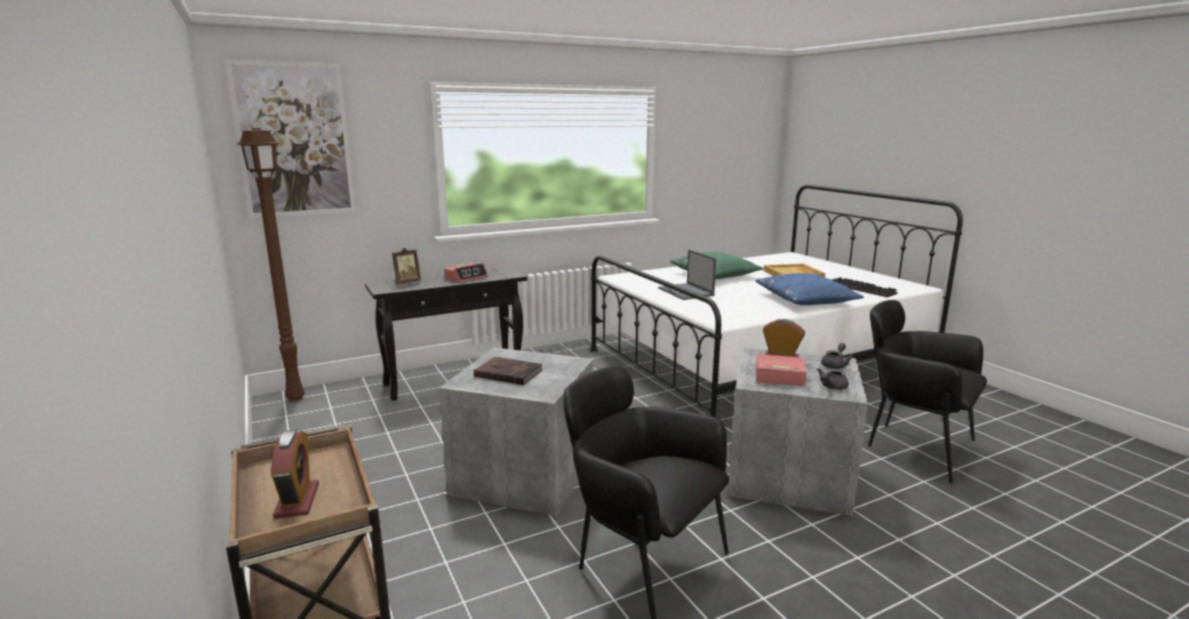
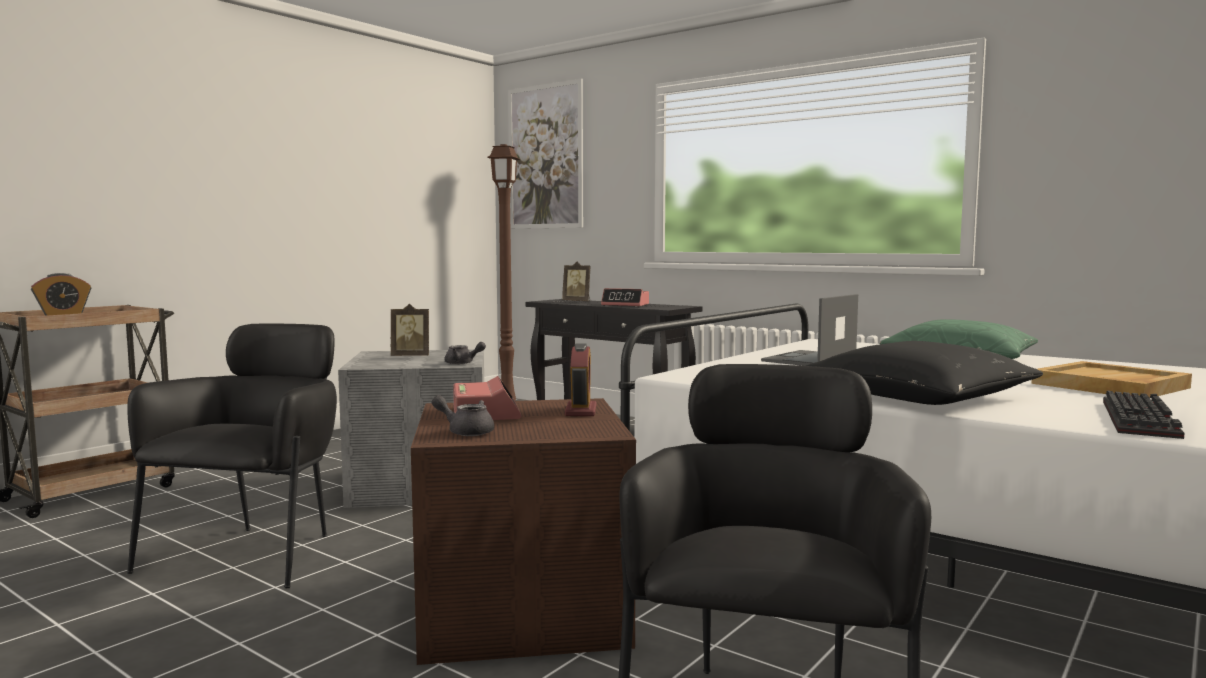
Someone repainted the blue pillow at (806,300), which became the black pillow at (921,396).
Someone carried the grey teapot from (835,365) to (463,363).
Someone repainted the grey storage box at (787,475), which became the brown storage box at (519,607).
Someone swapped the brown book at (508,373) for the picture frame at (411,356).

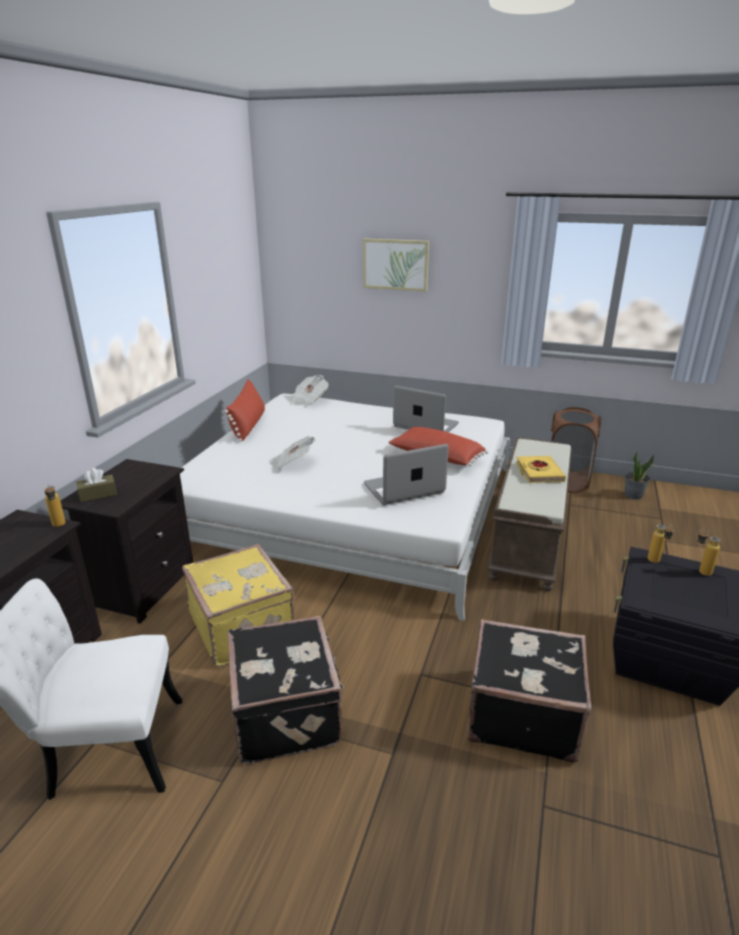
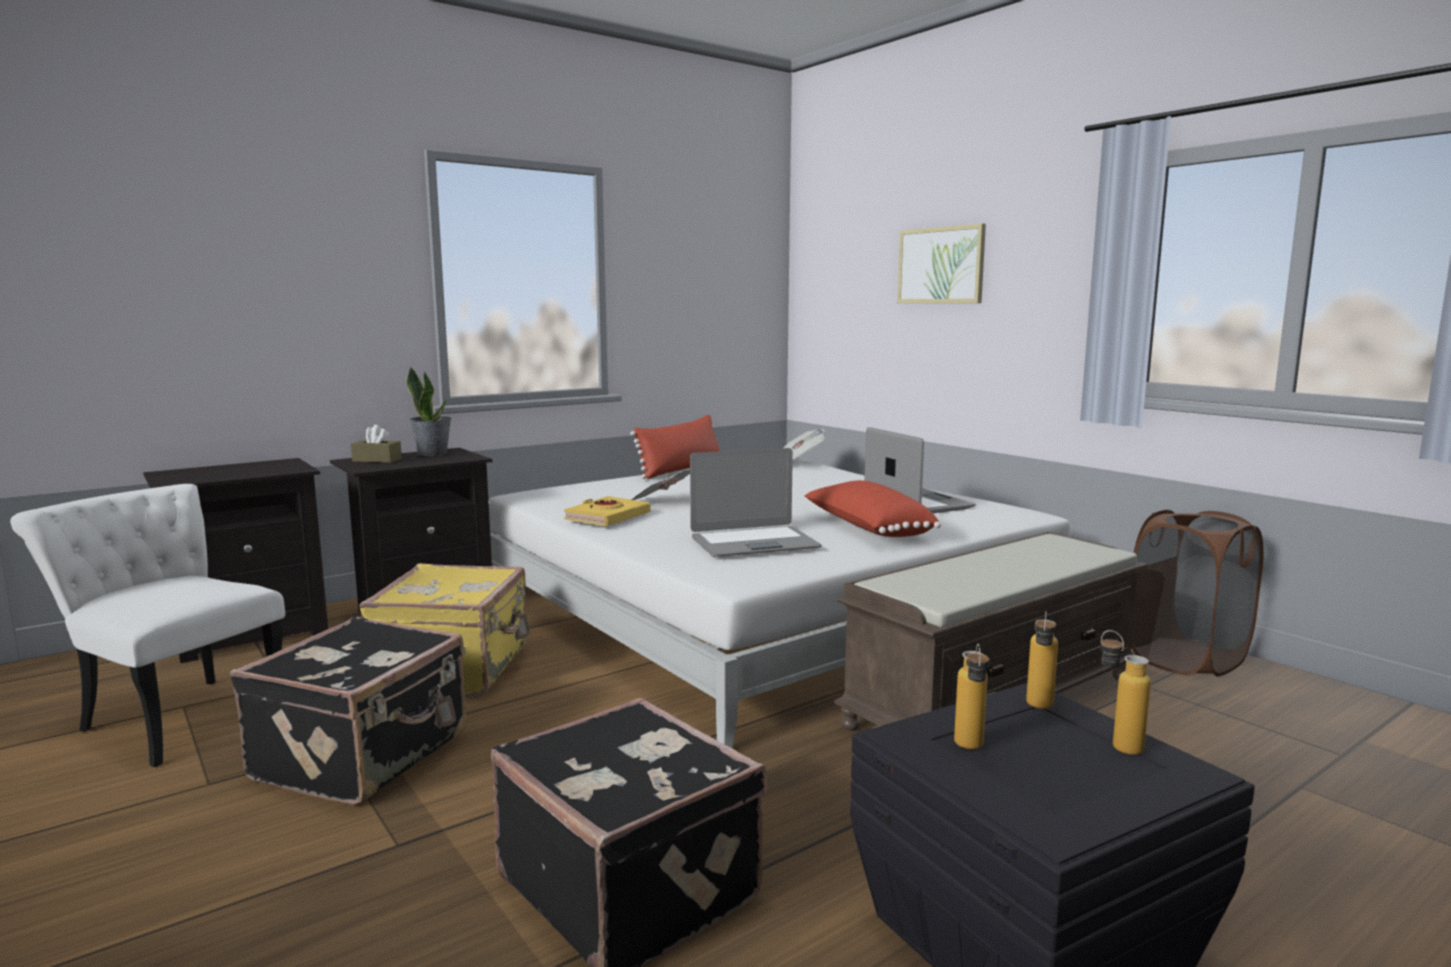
Someone rotated the laptop at (404,489) by 150 degrees clockwise.
Someone carried the potted plant from (633,495) to (433,453).
Someone carried the yellow book from (539,473) to (607,517).
Someone carried the bottle from (59,526) to (970,749).

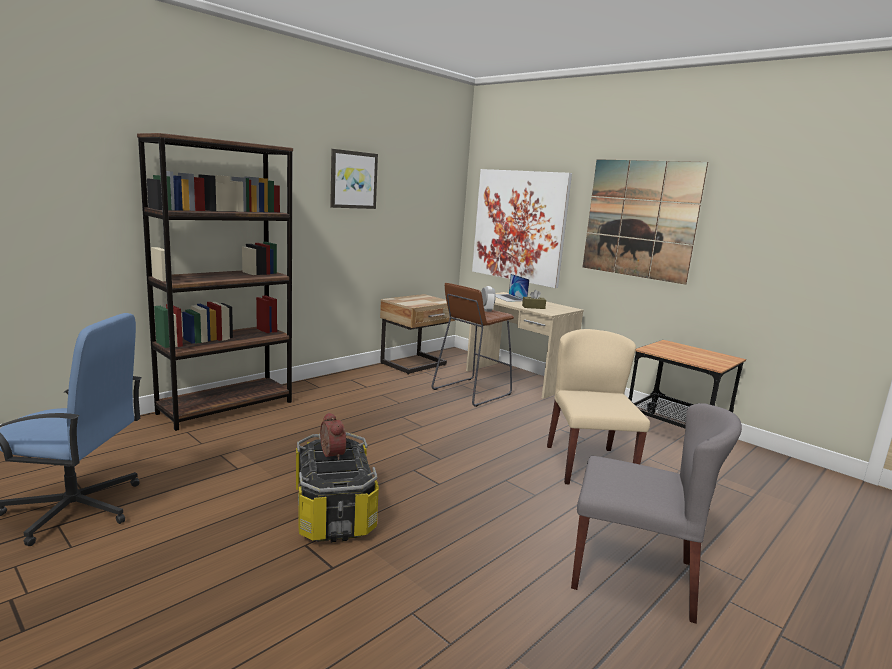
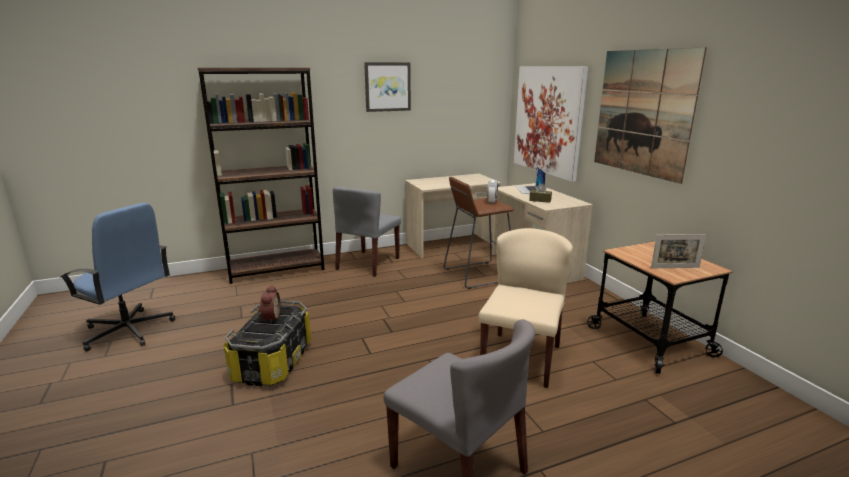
Someone swapped the beige nightstand at (415,365) for the beige desk at (451,245).
Someone put down the grey chair at (368,264).
Someone put down the picture frame at (675,268).

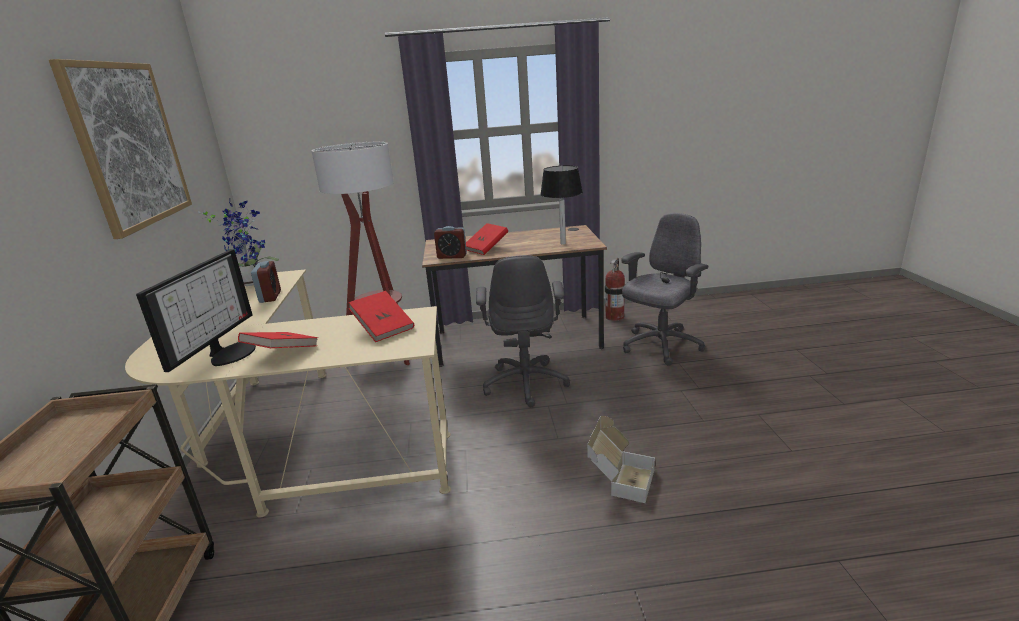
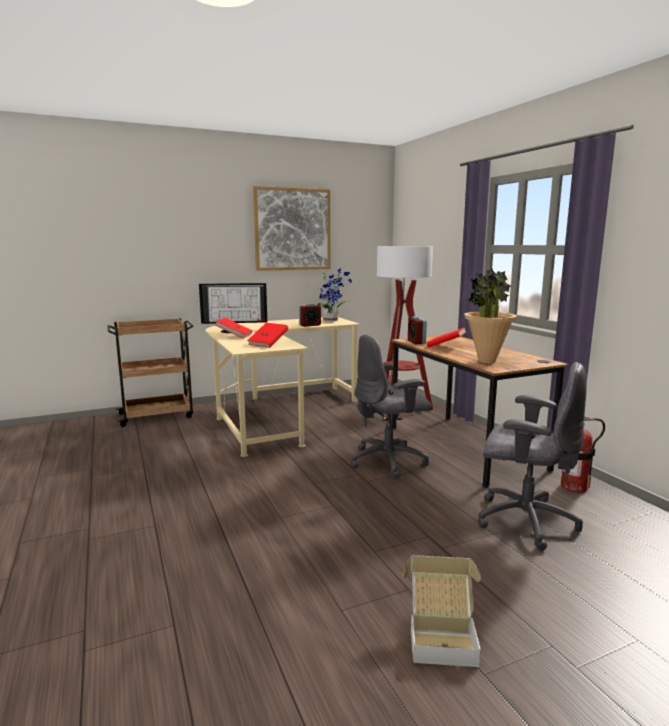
Someone swapped the black table lamp at (563,243) for the potted plant at (486,361).
Someone carried the cardboard box from (619,479) to (441,635).

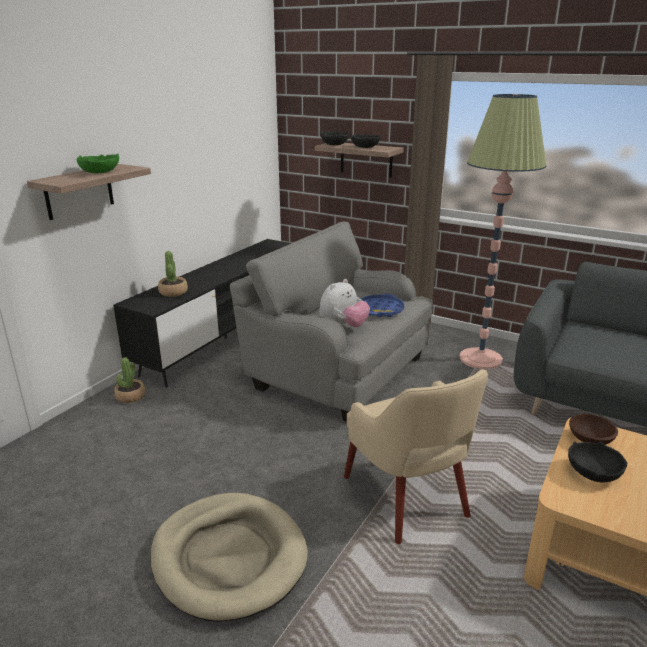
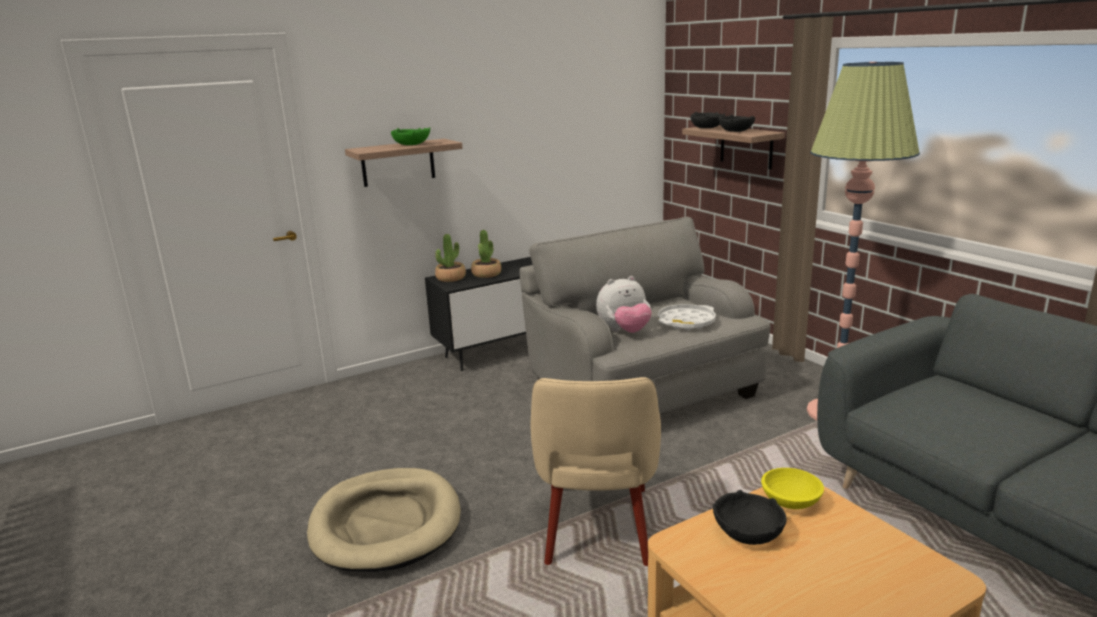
Someone repainted the blue tray at (380,310), which became the white tray at (686,322).
Someone carried the potted plant from (130,396) to (451,278).
Someone repainted the brown bowl at (589,439), which became the yellow bowl at (789,501).

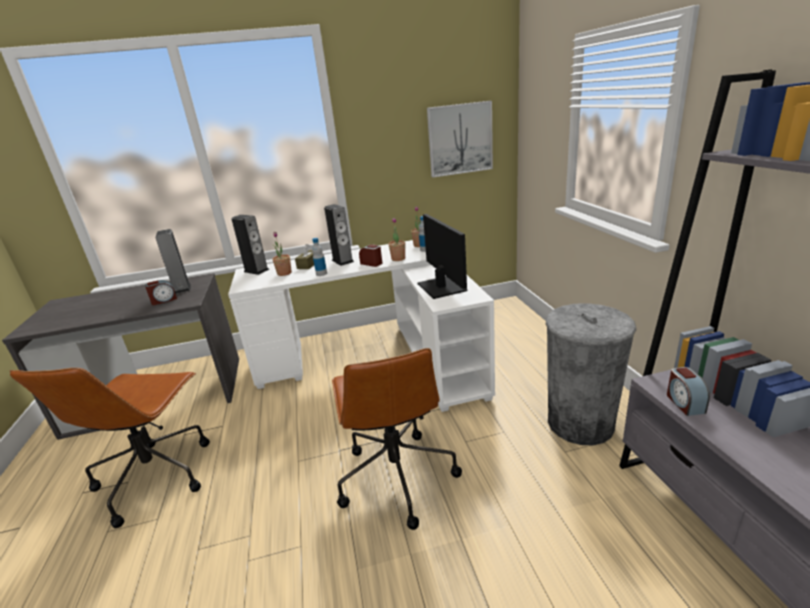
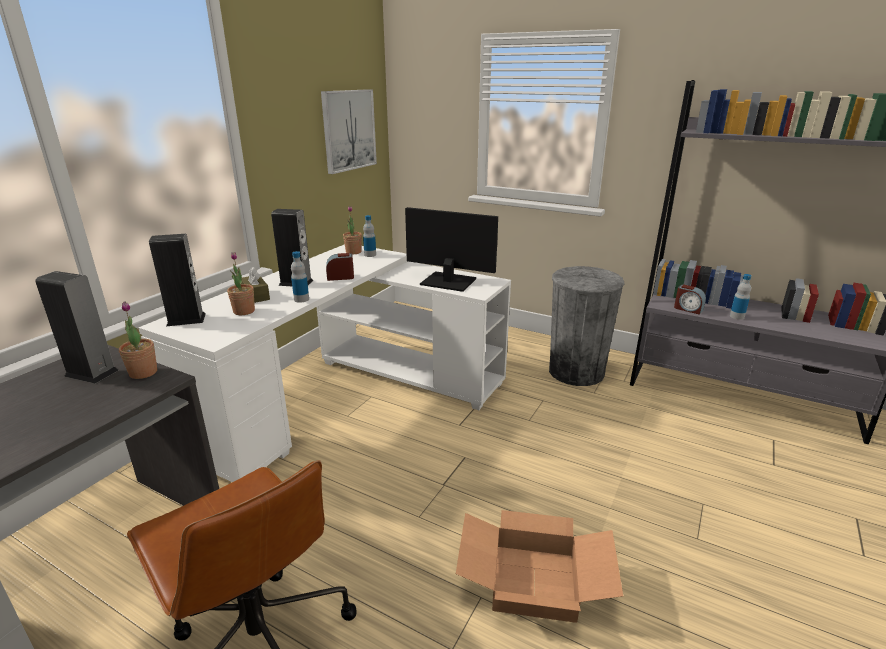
Someone carried the potted plant from (398,259) to (143,372).
Someone took away the alarm clock at (164,300).
Someone took away the brown office chair at (396,476).
Someone put down the bottle at (737,316).
Someone put down the cardboard box at (532,583).

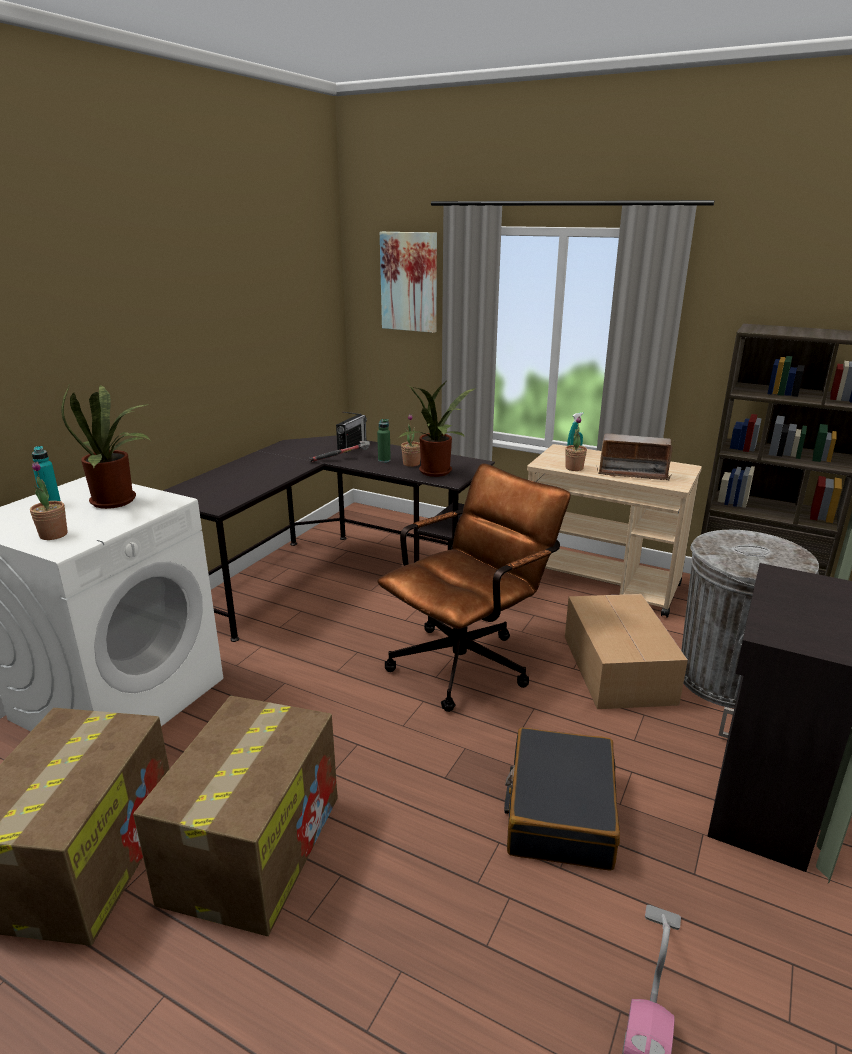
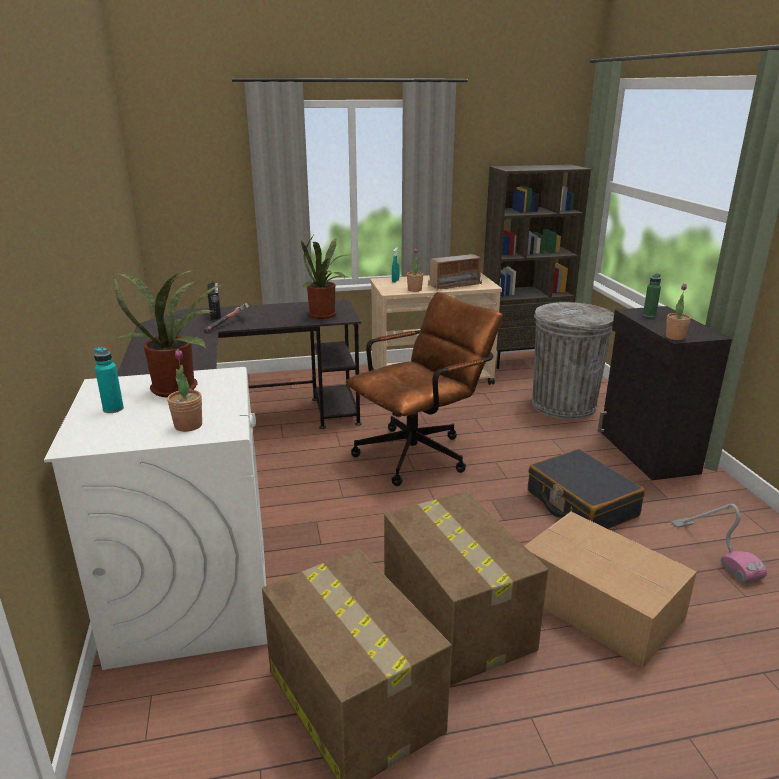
Someone took away the picture at (409,282).
Someone carried the potted plant from (411,464) to (675,337).
Someone carried the green bottle from (384,460) to (649,315).
Someone rotated the brown office chair at (469,661) by 45 degrees clockwise.
Someone carried the cardboard box from (617,670) to (601,607).

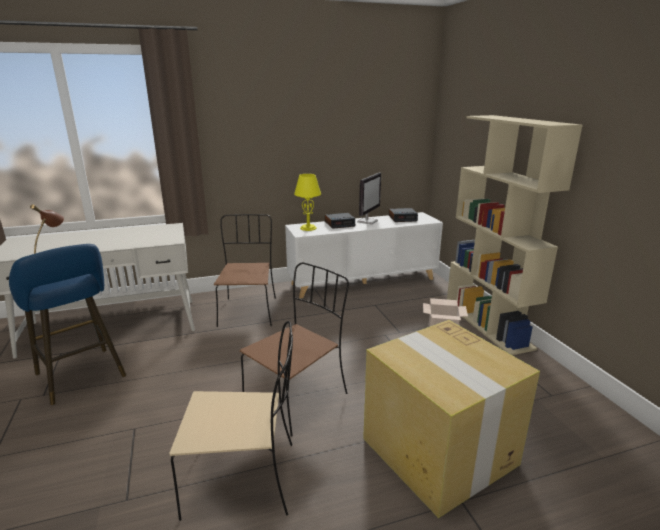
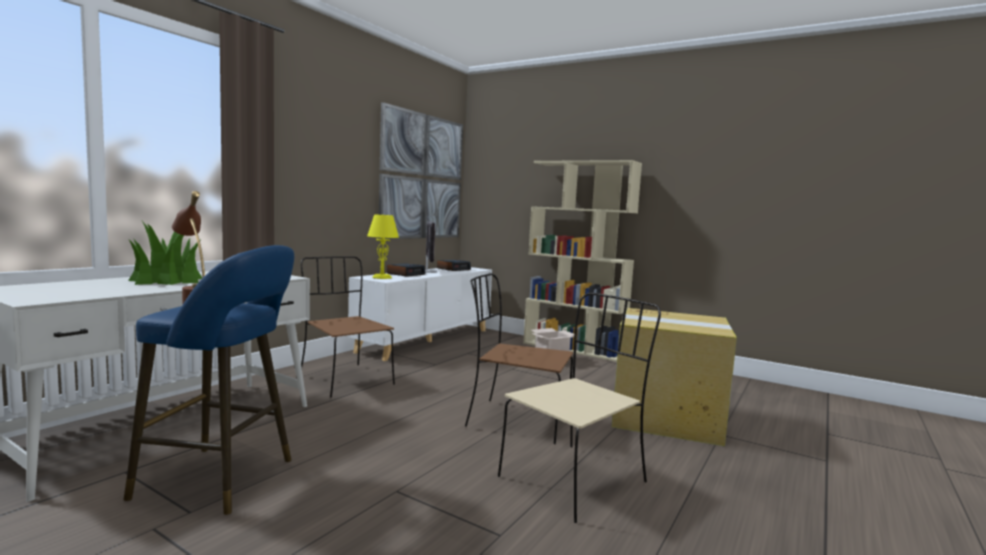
Someone rotated the brown chair at (297,396) by 75 degrees counterclockwise.
Someone put up the picture at (422,177).
Someone put down the potted plant at (167,279).

